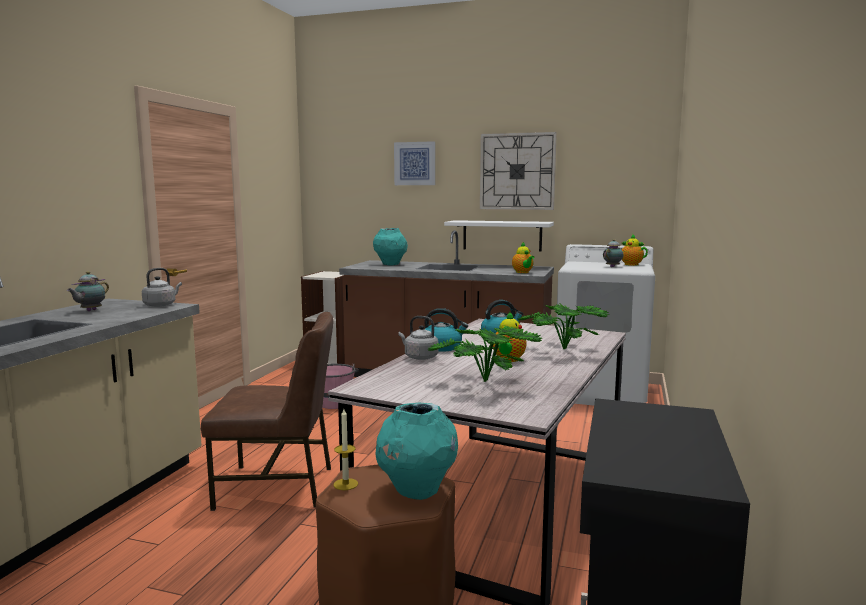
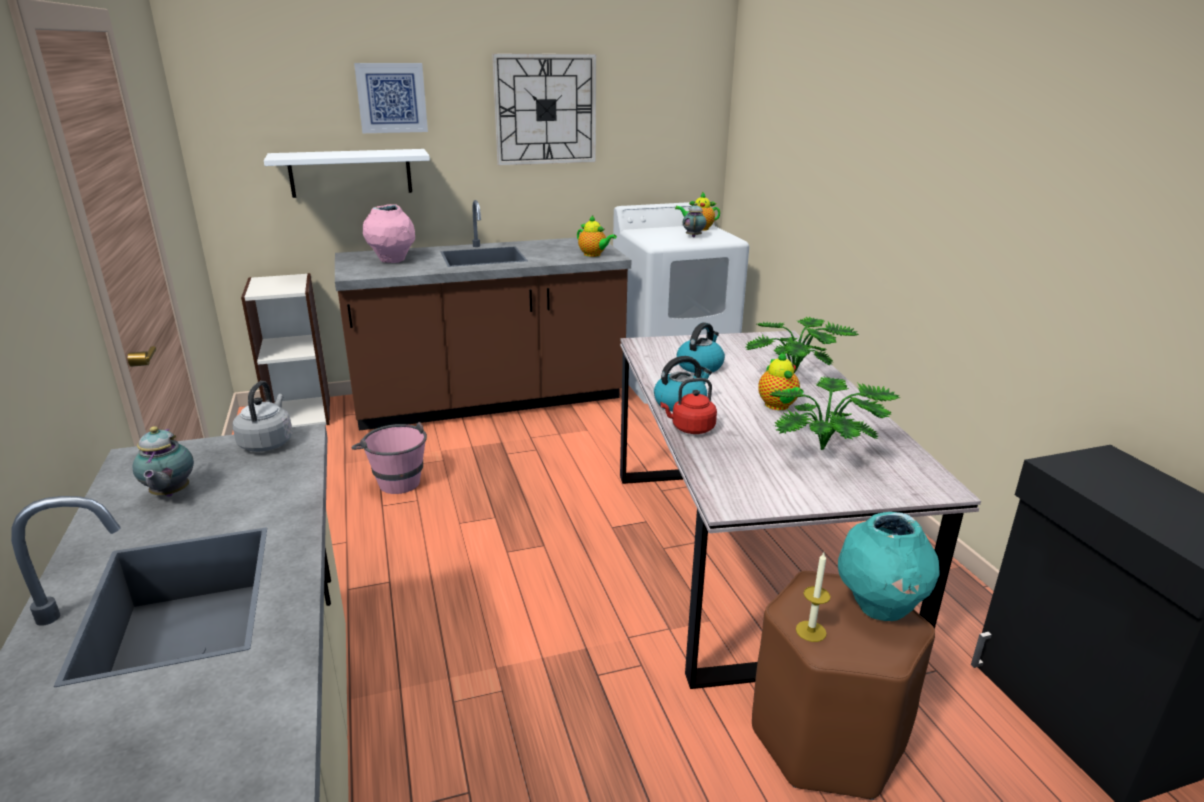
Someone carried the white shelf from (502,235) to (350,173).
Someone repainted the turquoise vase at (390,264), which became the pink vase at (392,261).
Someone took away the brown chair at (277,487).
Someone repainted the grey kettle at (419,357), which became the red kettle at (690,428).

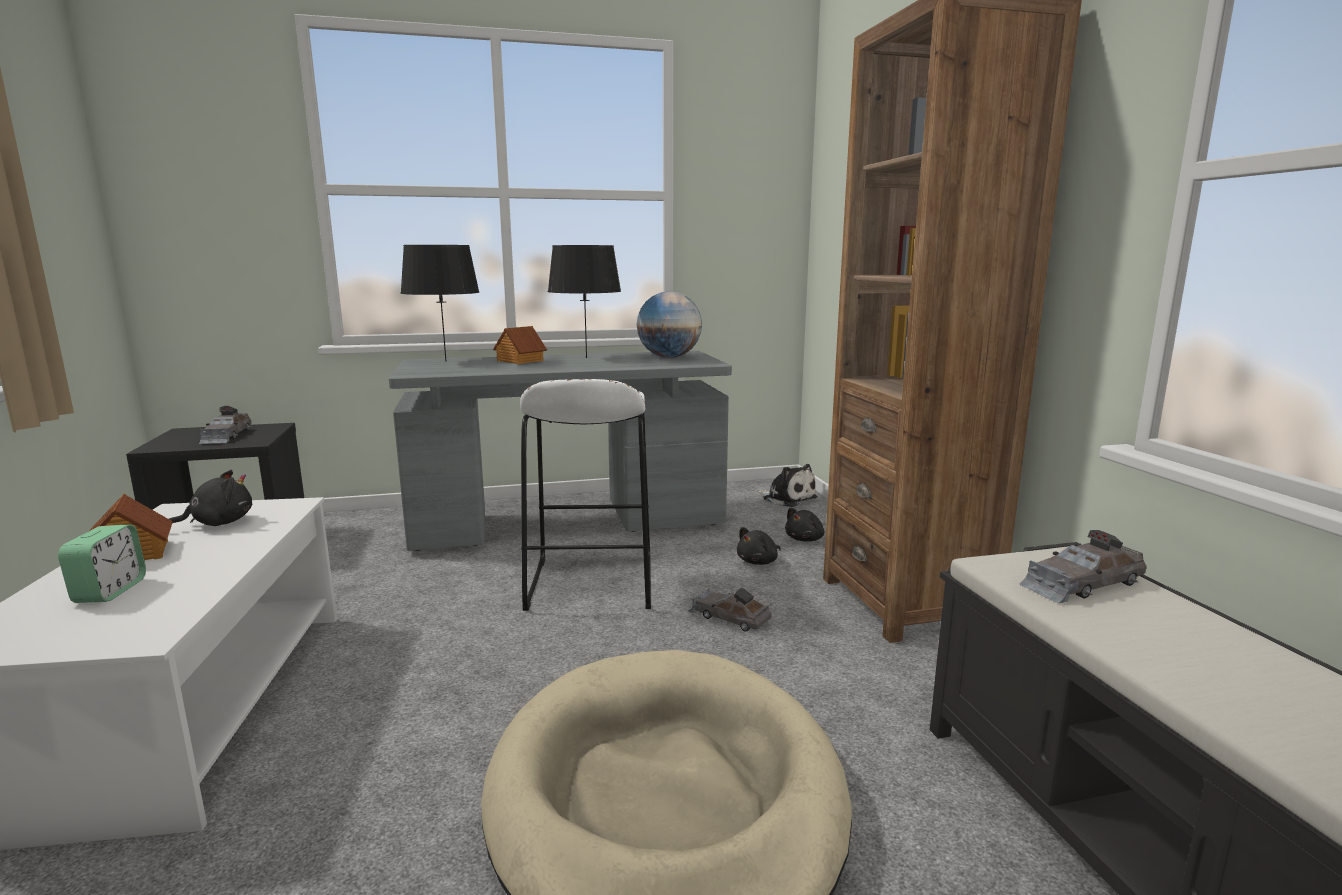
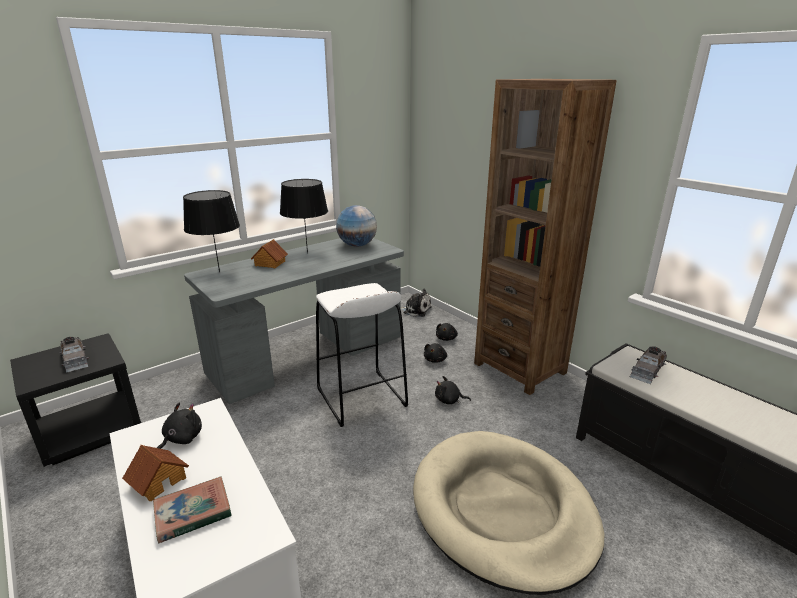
Someone swapped the alarm clock at (110,591) for the book at (193,513).
Someone swapped the grey toy car at (728,617) for the black plush toy at (449,400).

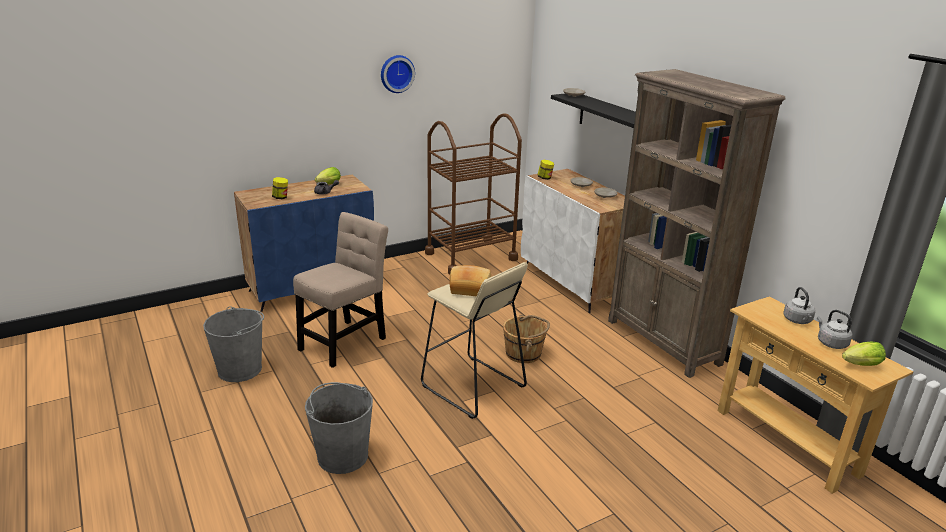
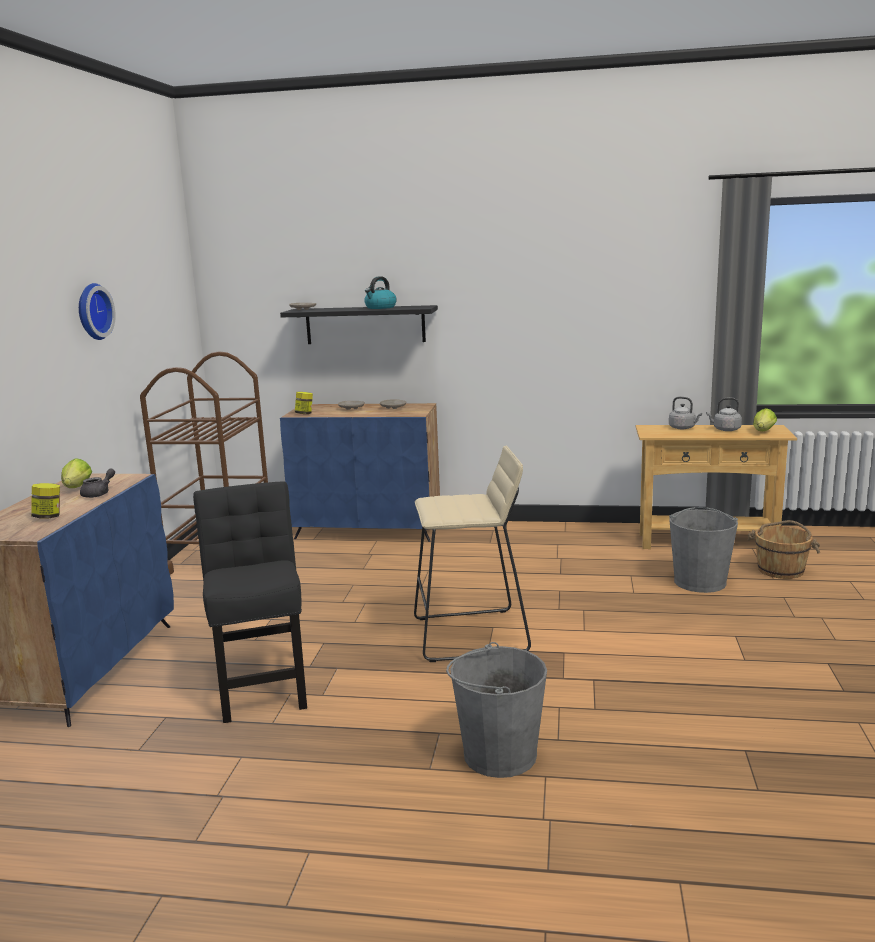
Someone took away the brown bookcase at (663,342).
Someone repainted the white cabinet at (573,283), which became the blue cabinet at (368,530).
Someone repainted the beige chair at (345,341), which became the black chair at (262,682).
Someone took away the bread at (470,288).
Someone carried the grey bucket from (240,369) to (700,582).
Someone carried the brown bucket from (524,353) to (781,570).
Someone put down the kettle at (380,307).

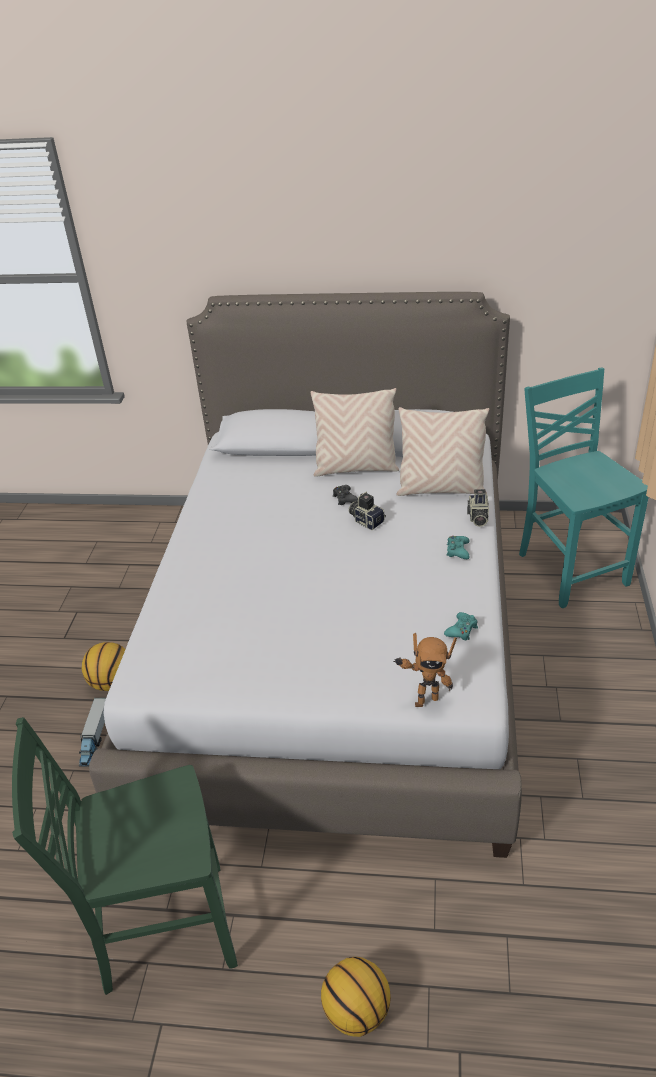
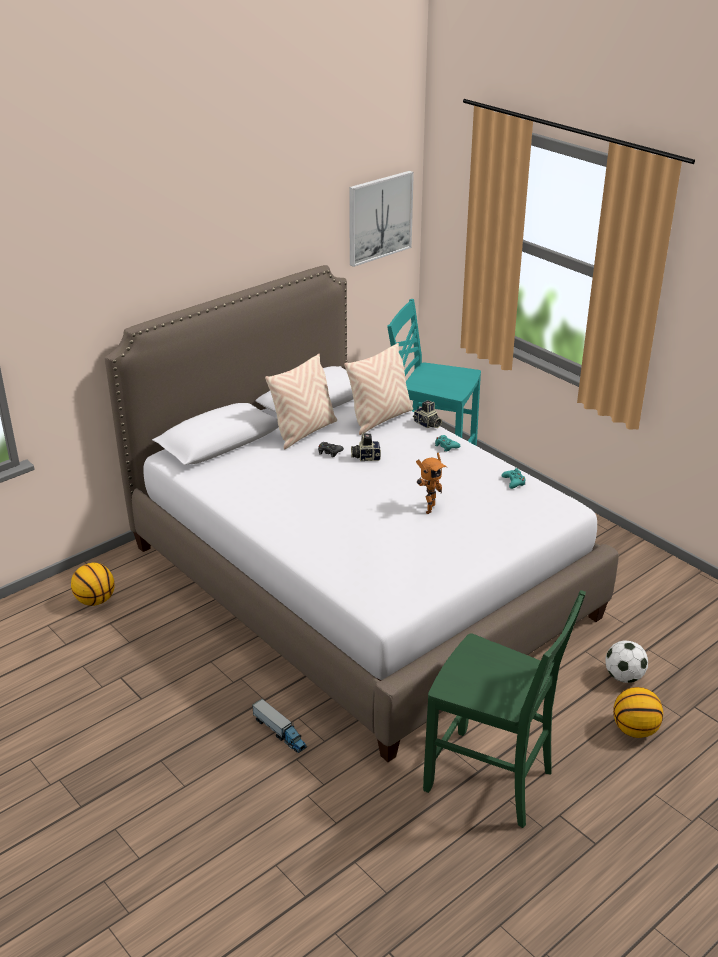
Someone carried the toy robot from (424,699) to (427,508).
Someone carried the basketball from (112,682) to (95,600).
Someone rotated the green chair at (162,929) by 90 degrees counterclockwise.
Someone put up the picture at (379,217).
Someone put down the football at (623,677).

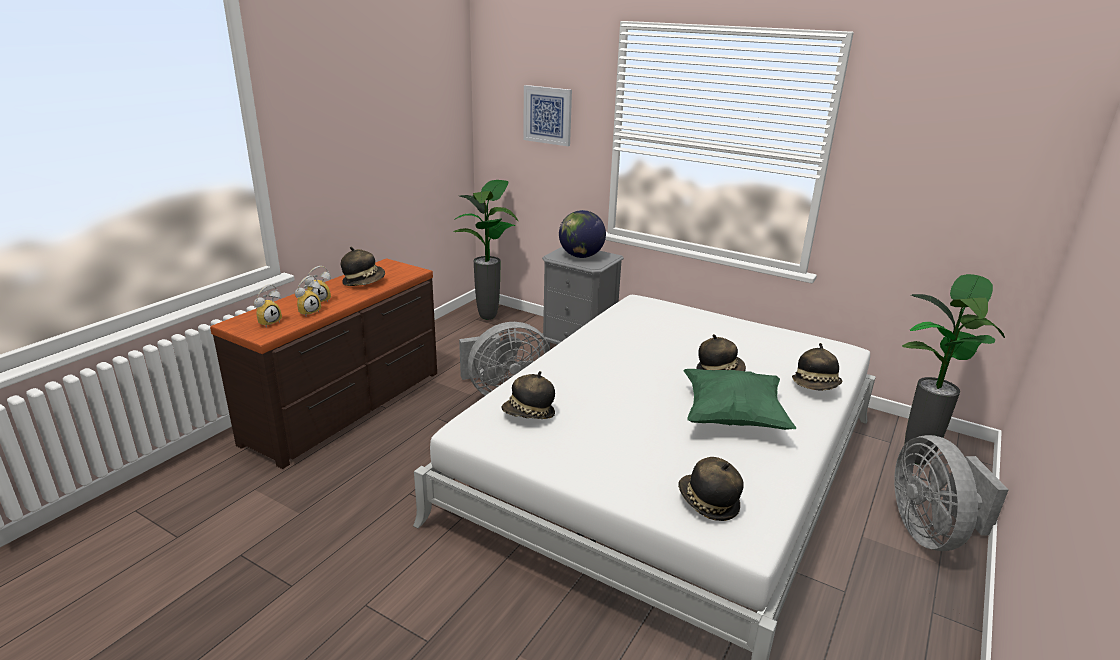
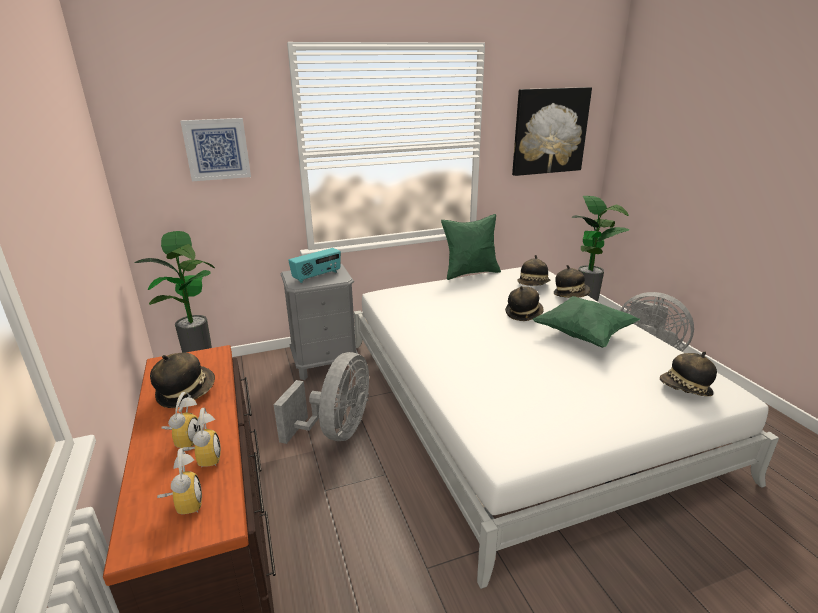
Someone swapped the globe at (581,256) for the radio at (317,276).
Someone carried the hat from (529,414) to (533,285).
Someone put up the picture at (549,131).
Someone put down the green pillow at (470,273).

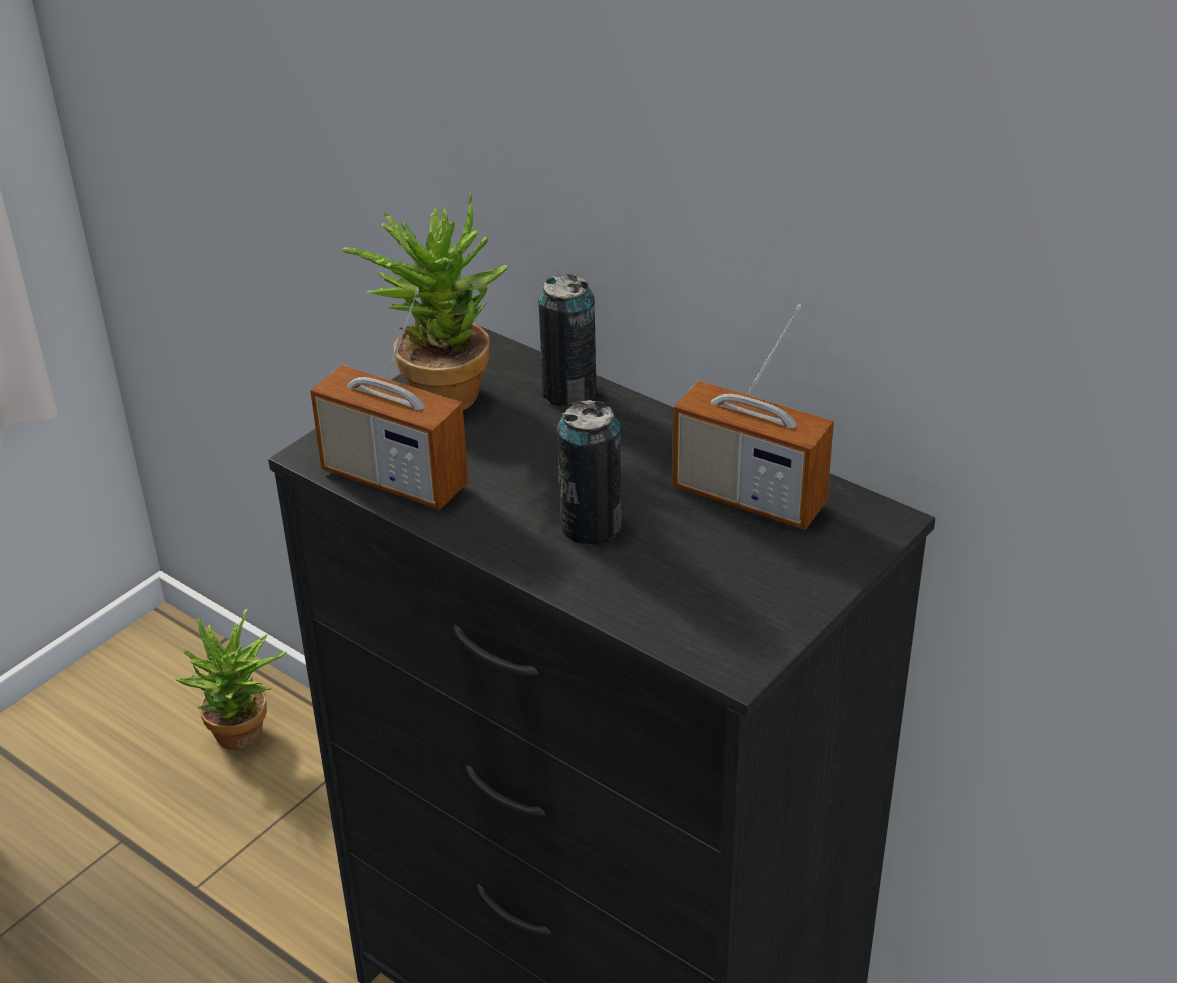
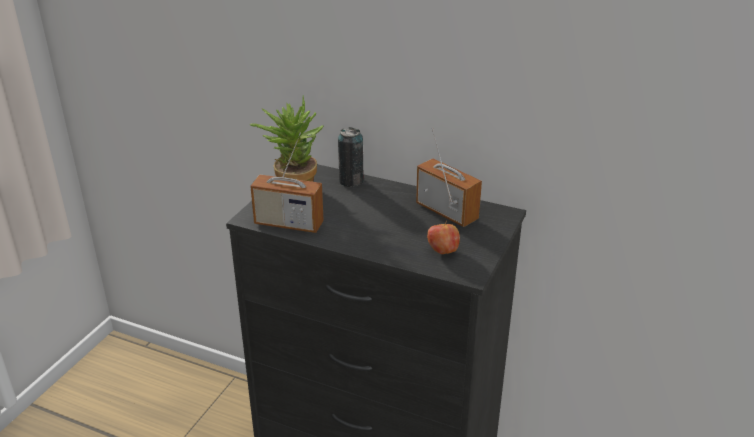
Someone rotated the radio at (748,497) by 150 degrees counterclockwise.
Someone took away the can at (591,526).
Someone took away the potted plant at (245,740).
Someone put down the apple at (442,251).

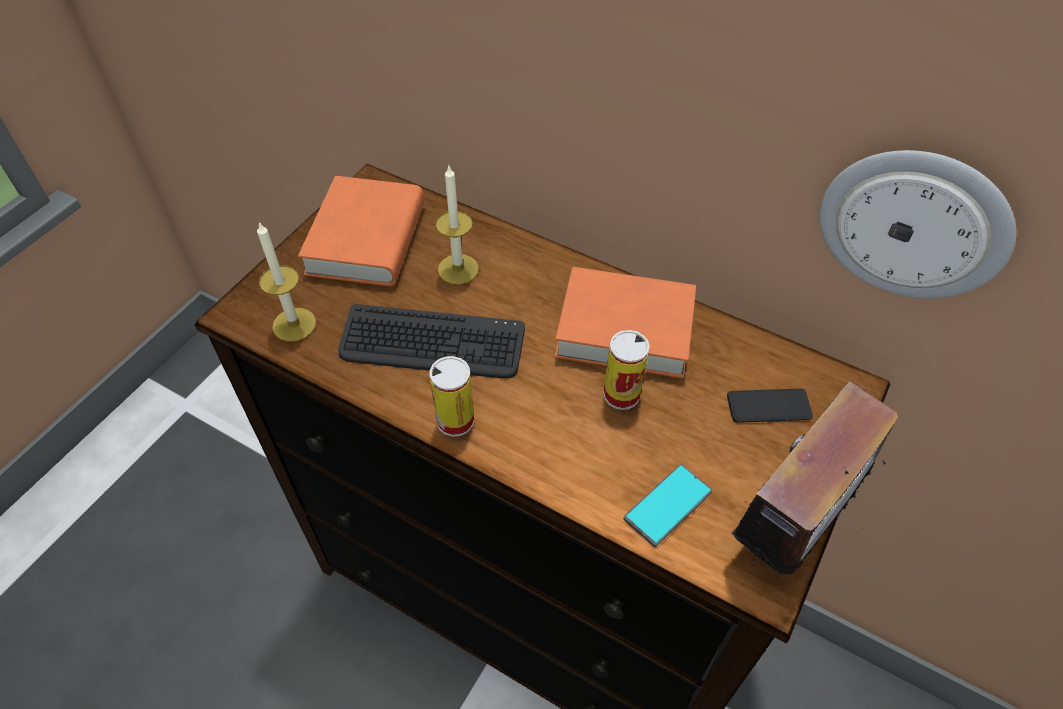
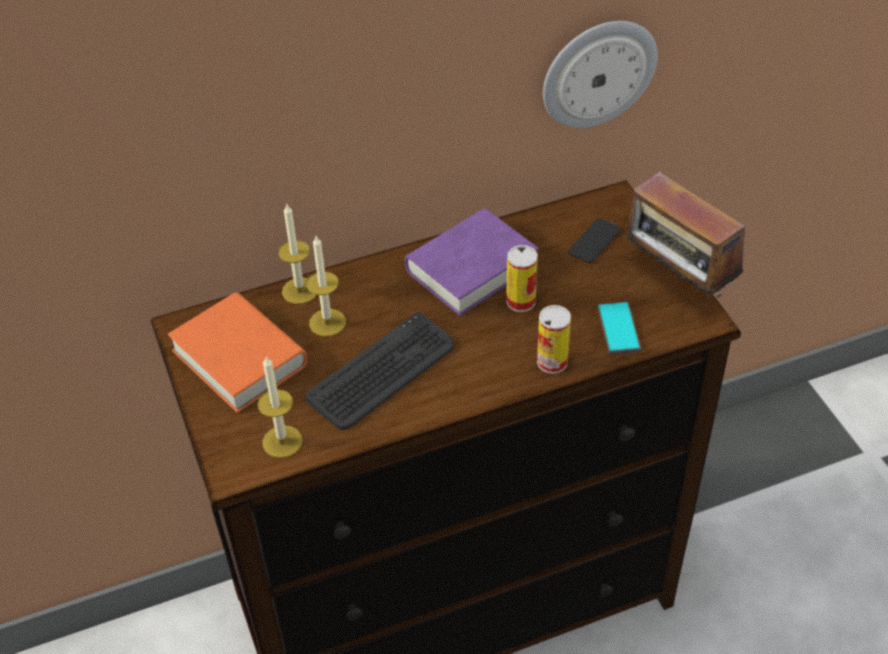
Someone repainted the orange book at (625,329), which became the purple book at (471,268).
Someone carried the can from (455,420) to (552,362).
Someone rotated the radio at (794,521) by 150 degrees clockwise.
Someone put down the candle at (300,291).

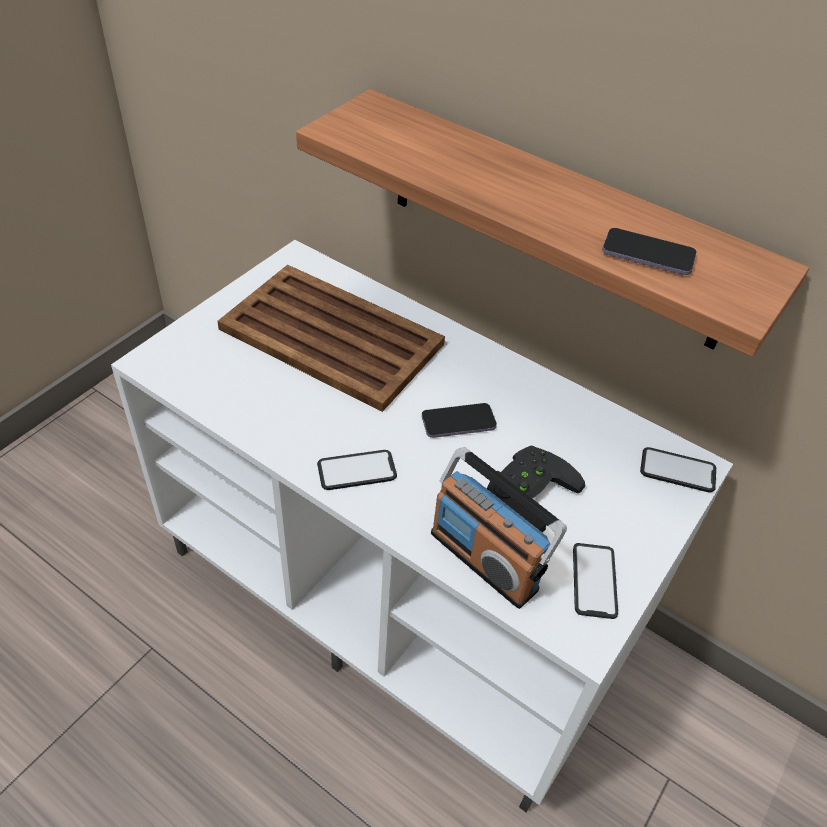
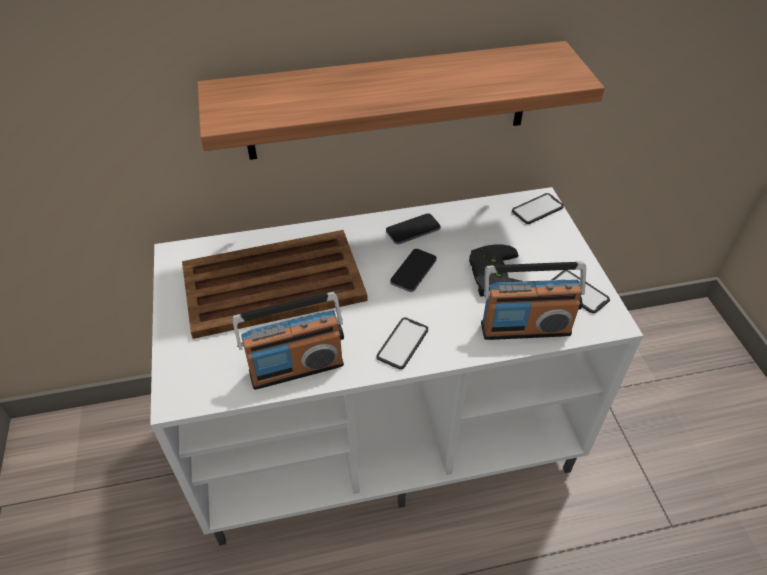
Someone carried the phone from (648,254) to (413,230).
Someone put down the radio at (296,367).

